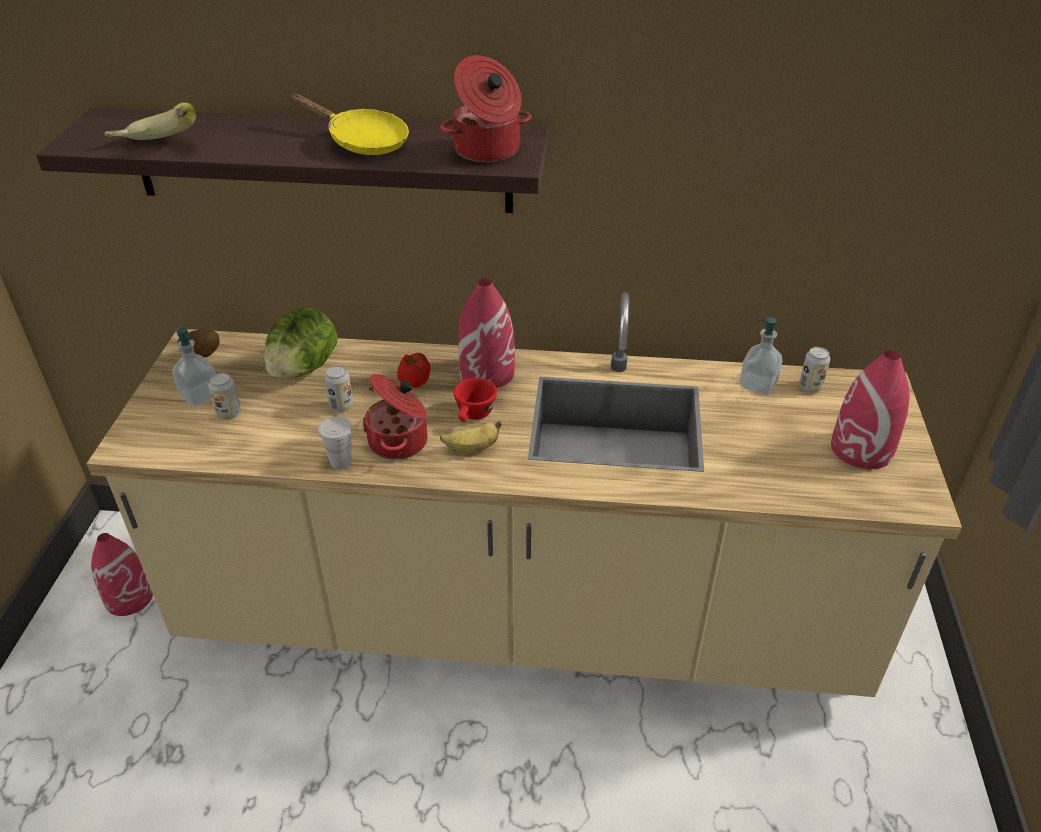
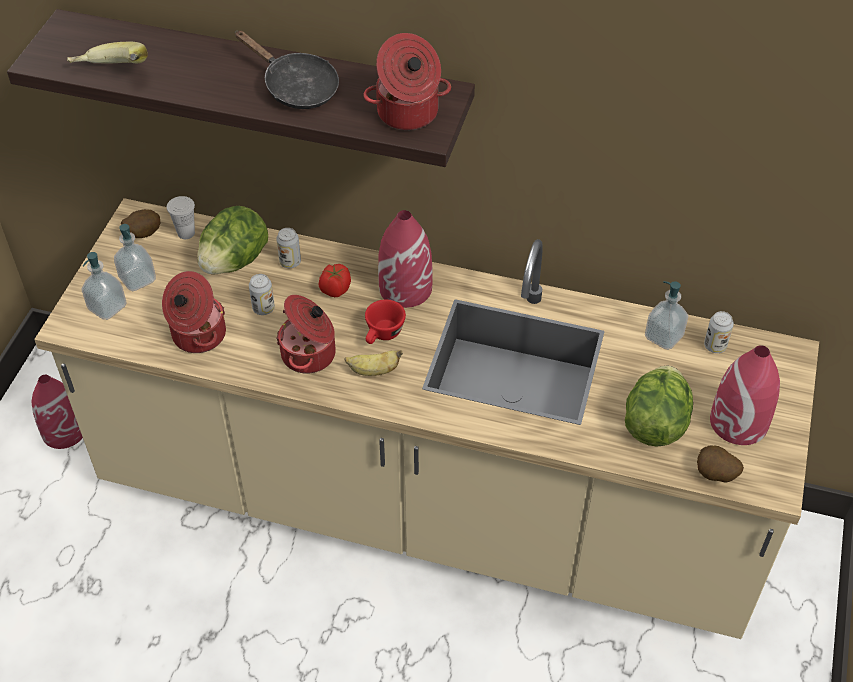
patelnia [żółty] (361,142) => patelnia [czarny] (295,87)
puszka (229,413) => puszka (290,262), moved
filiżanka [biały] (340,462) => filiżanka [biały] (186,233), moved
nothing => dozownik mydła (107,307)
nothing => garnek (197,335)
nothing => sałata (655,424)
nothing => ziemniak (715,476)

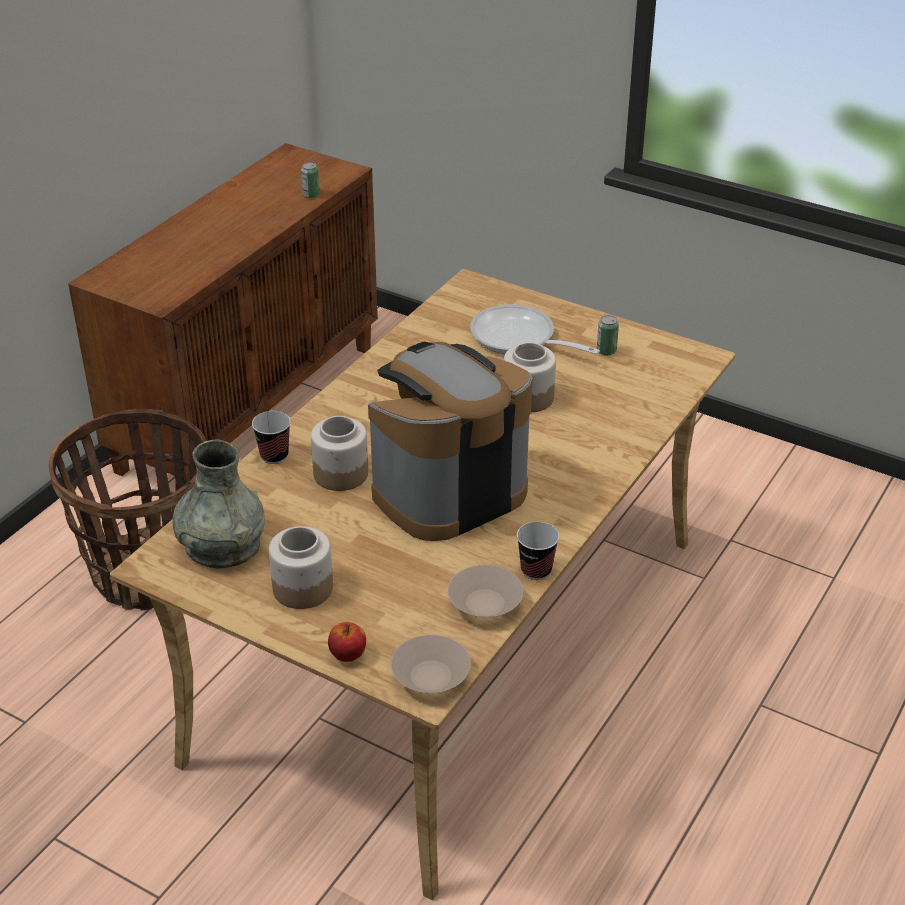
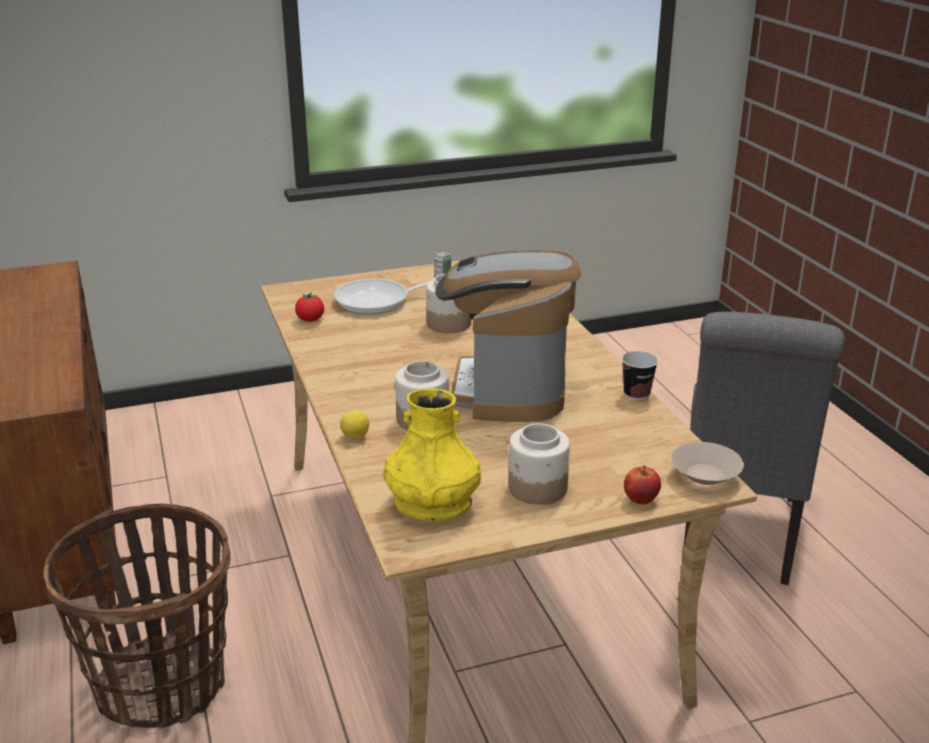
puszka (311,195) => nothing
filiżanka (274,456) => cytryna (355,436)
wazon [szary] (222,545) => wazon [żółty] (433,503)
miska [beżowy] (486,604) => nothing
nothing => pomidor (310,320)
nothing => krzesło [szary] (737,537)

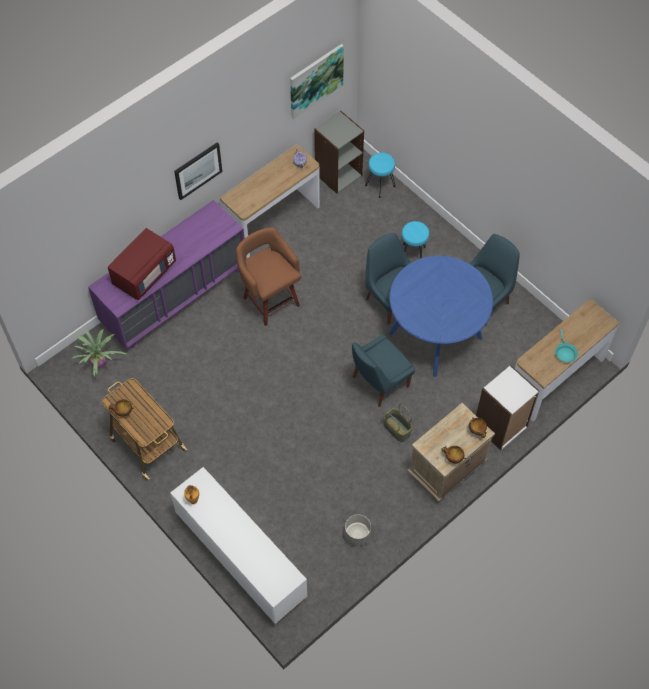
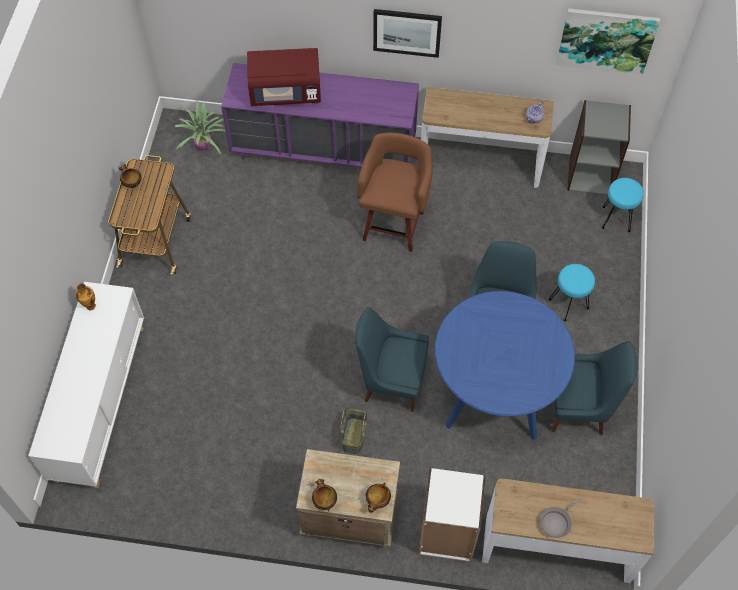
patelnia [turkusowy] (565,352) => patelnia [szary] (556,521)
donica [szary] (357,535) => nothing

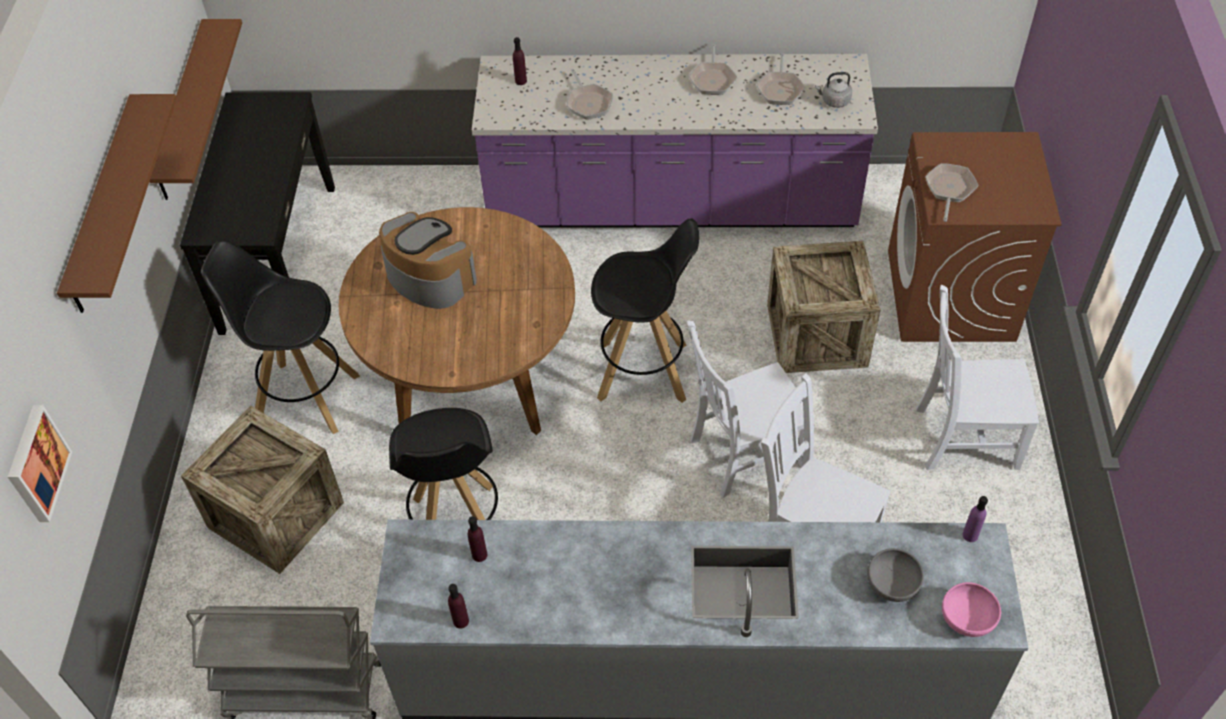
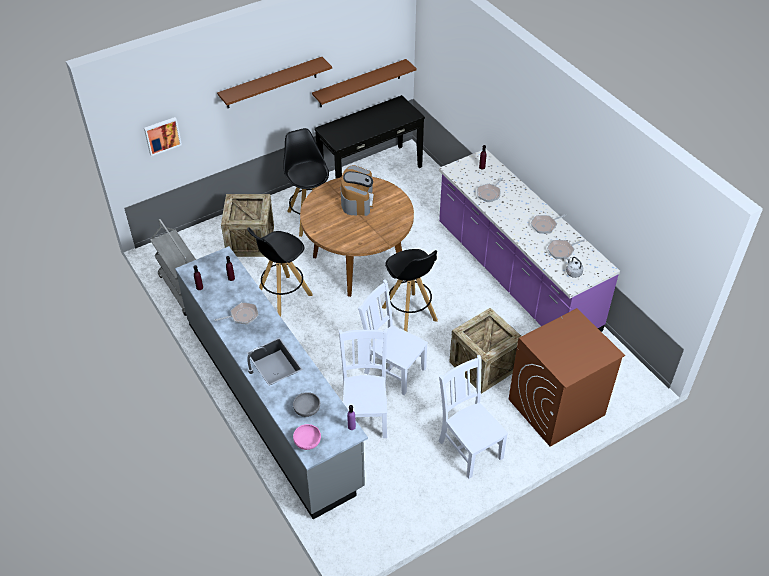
patelnia (949,190) => patelnia (242,316), moved

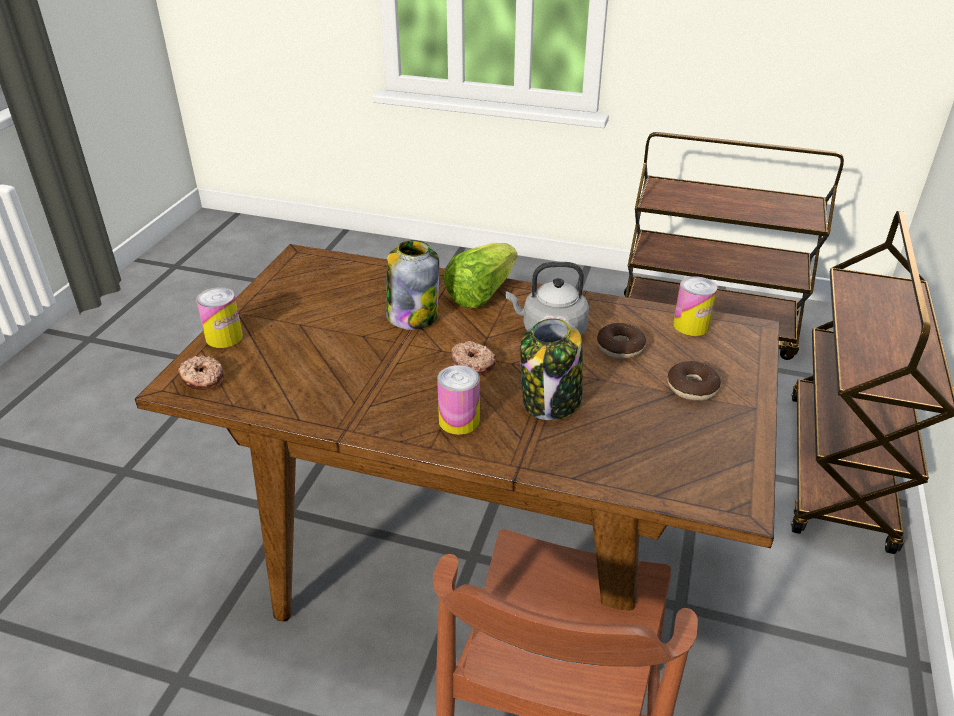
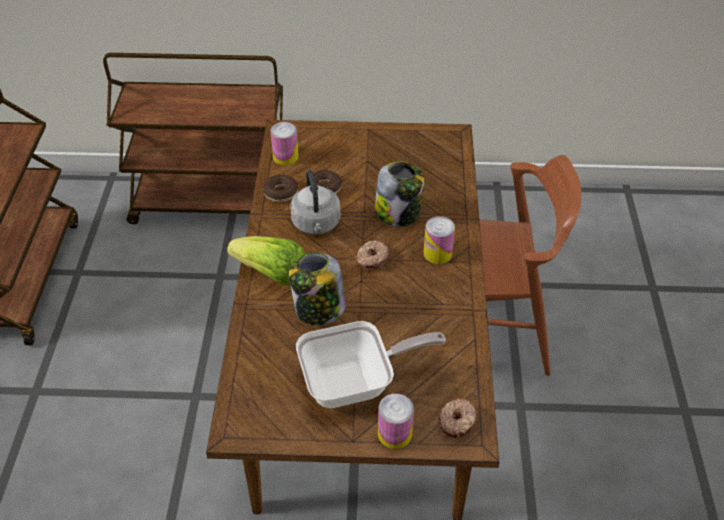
donut (692,387) => donut (281,193), moved
nothing => patelnia (356,383)

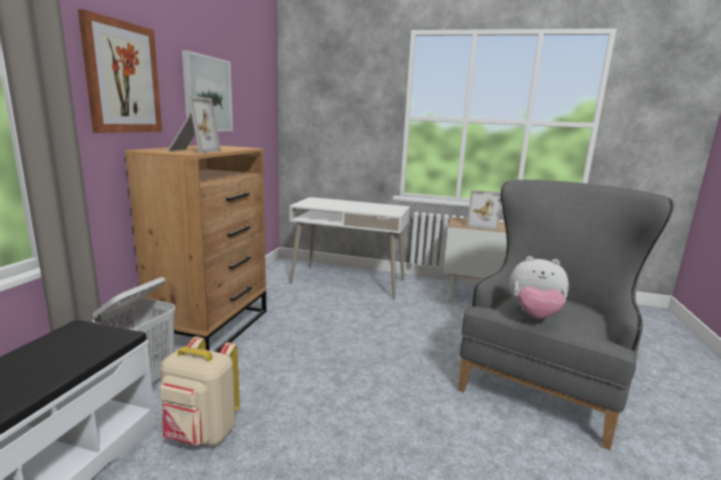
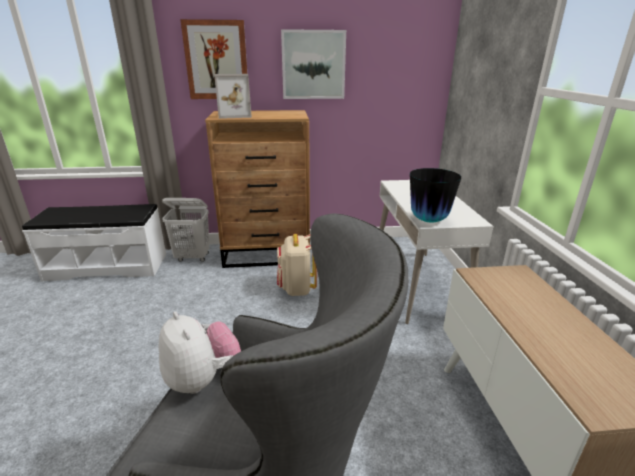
ramka na zdjęcie (482,226) => nothing
pluszak (534,315) => pluszak (202,378), 150 degrees clockwise
plecak [beżowy] (201,435) => plecak [beżowy] (296,289), moved
nothing => wazon (428,220)

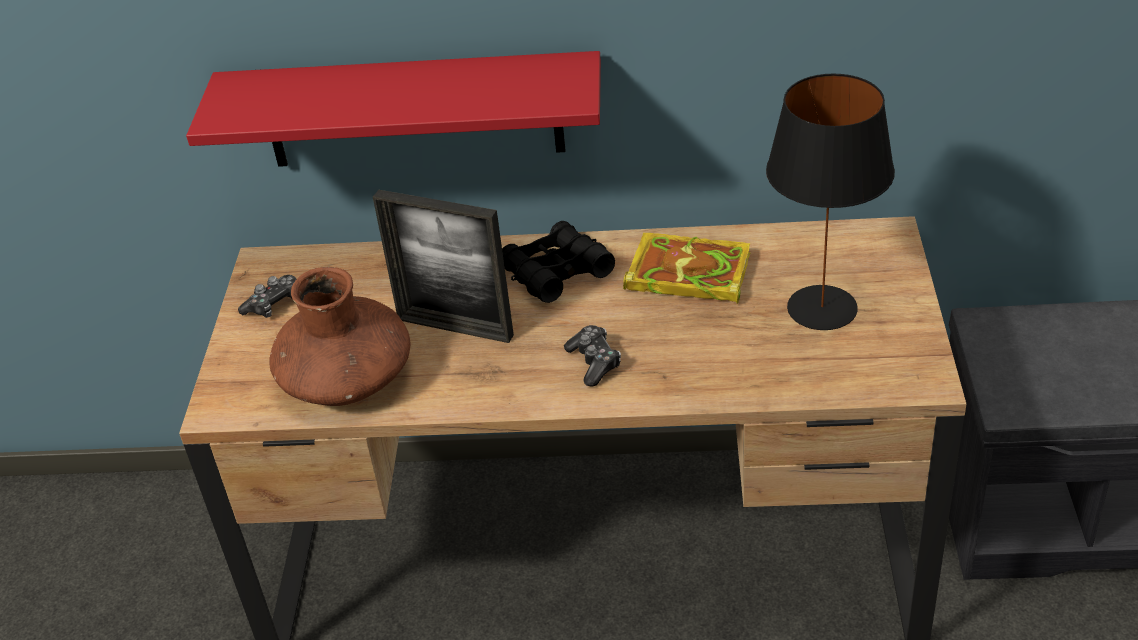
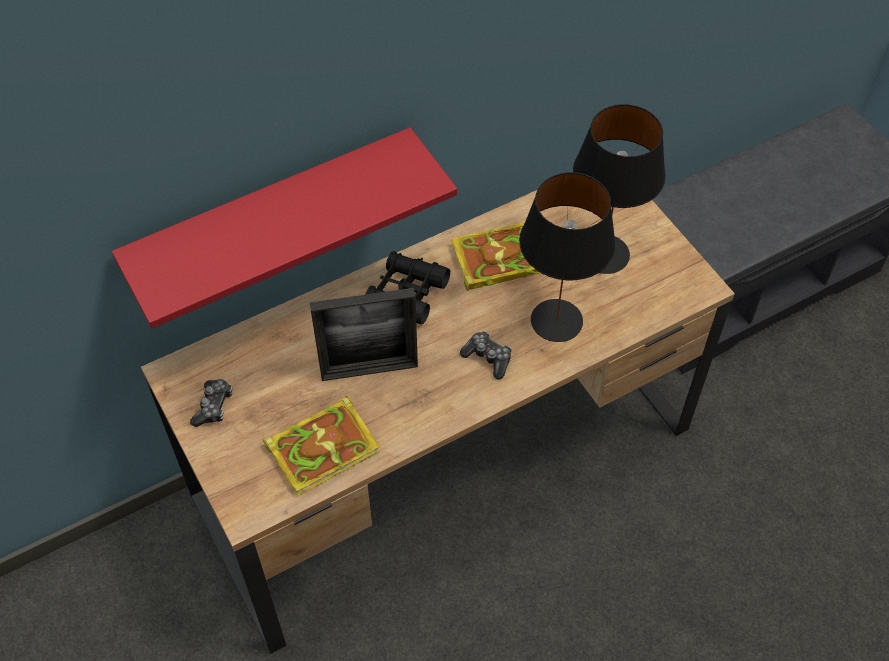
wazon [brązowy] (347,380) => książka (324,446)
nothing => lampa stołowa [czarny] (557,321)

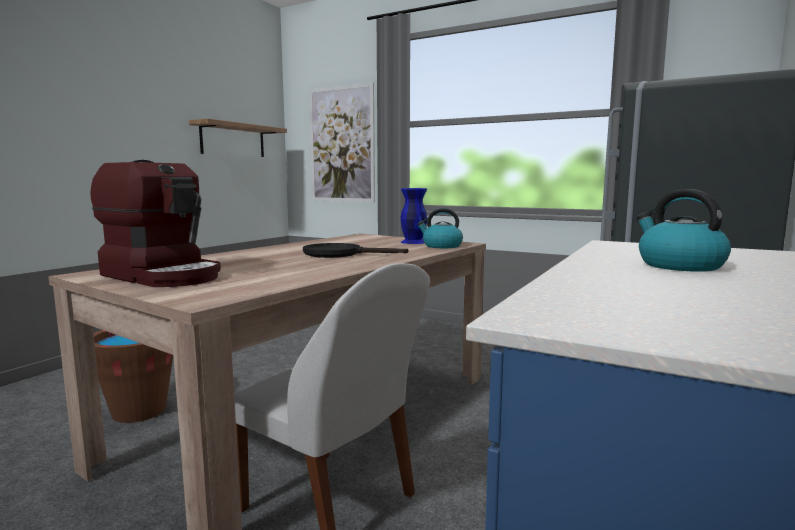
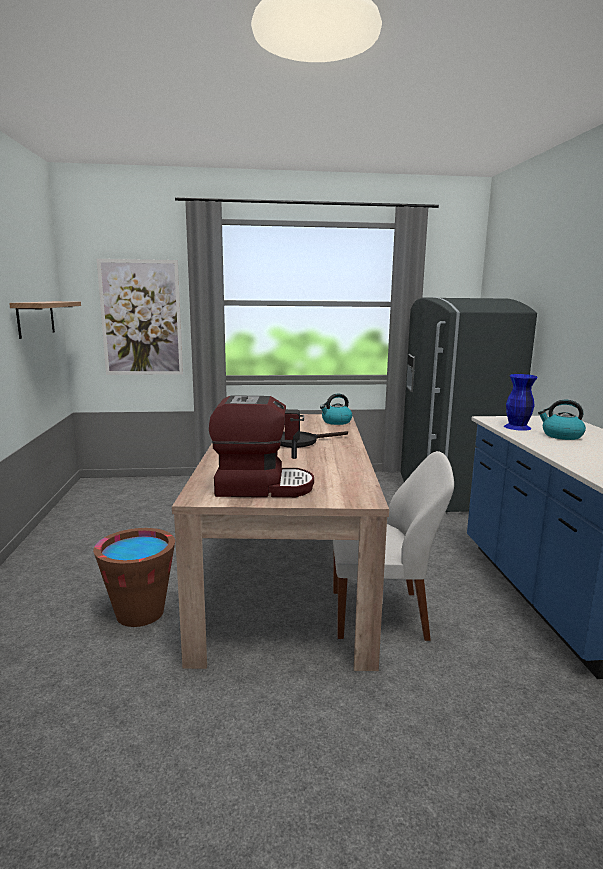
wazon [niebieski] (413,242) => wazon [niebieski] (517,427), moved

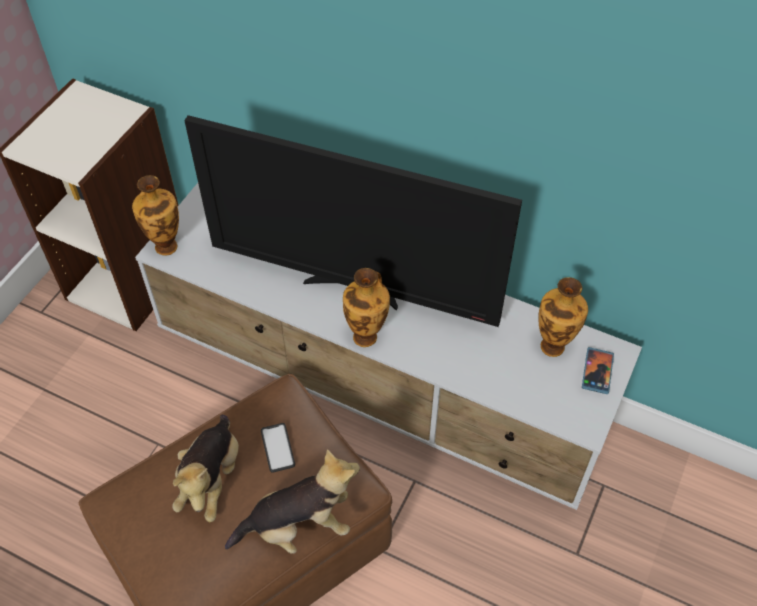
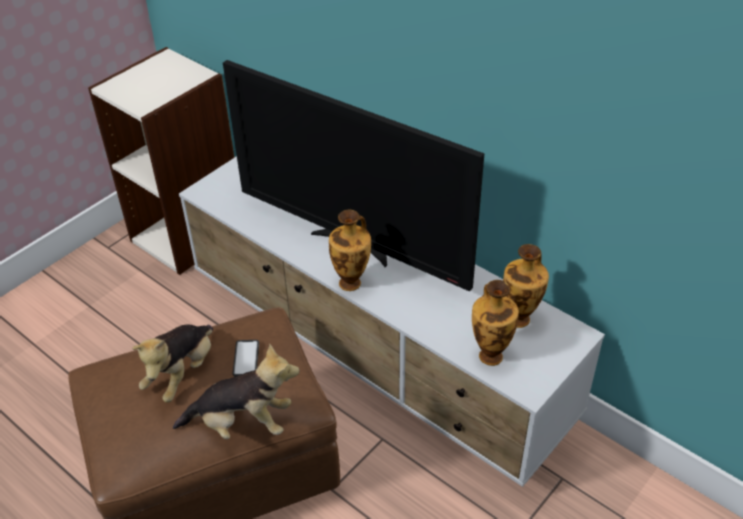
wazon (165,245) => wazon (490,355), moved
telefon (597,371) => nothing

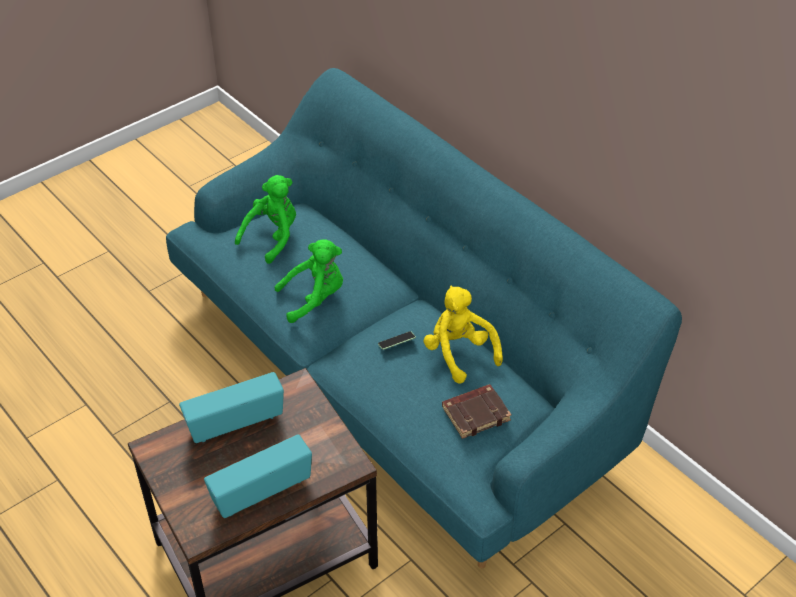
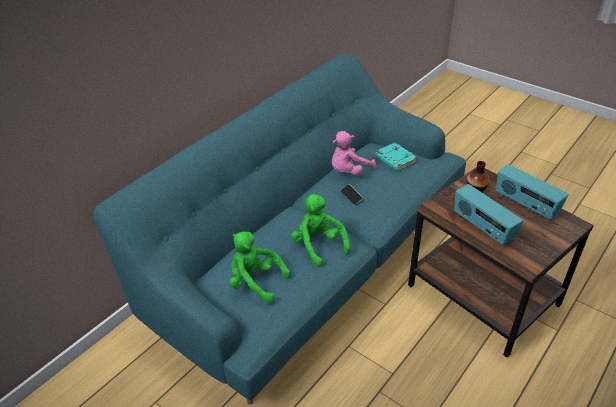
pluszak [żółty] (459,353) => pluszak [różowy] (349,171)
książka [brązowy] (476,413) => książka [turkusowy] (394,159)
nothing => wazon (476,187)

